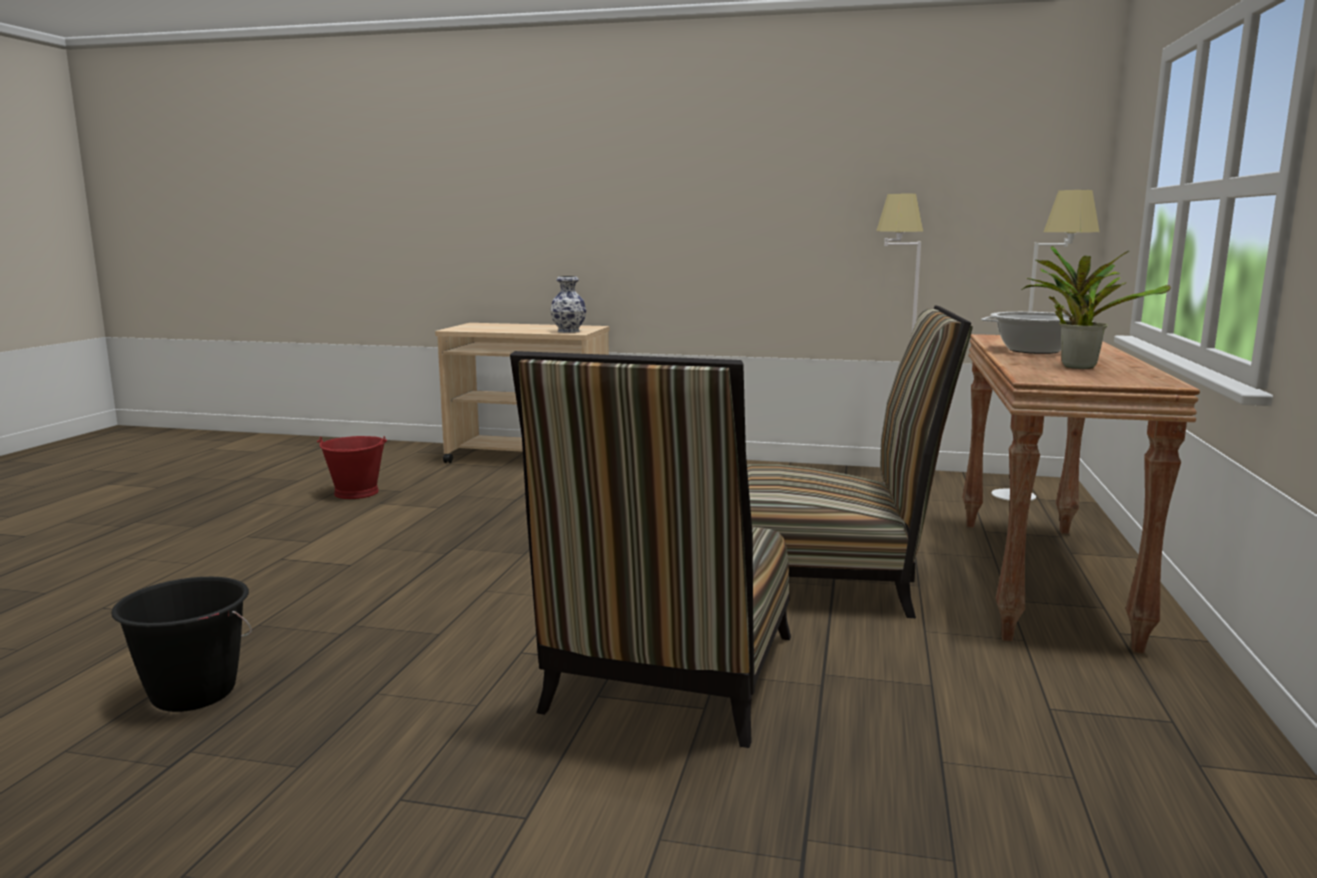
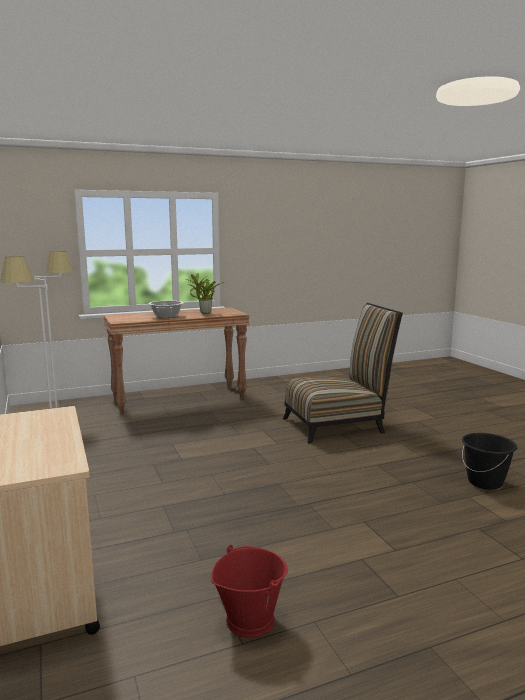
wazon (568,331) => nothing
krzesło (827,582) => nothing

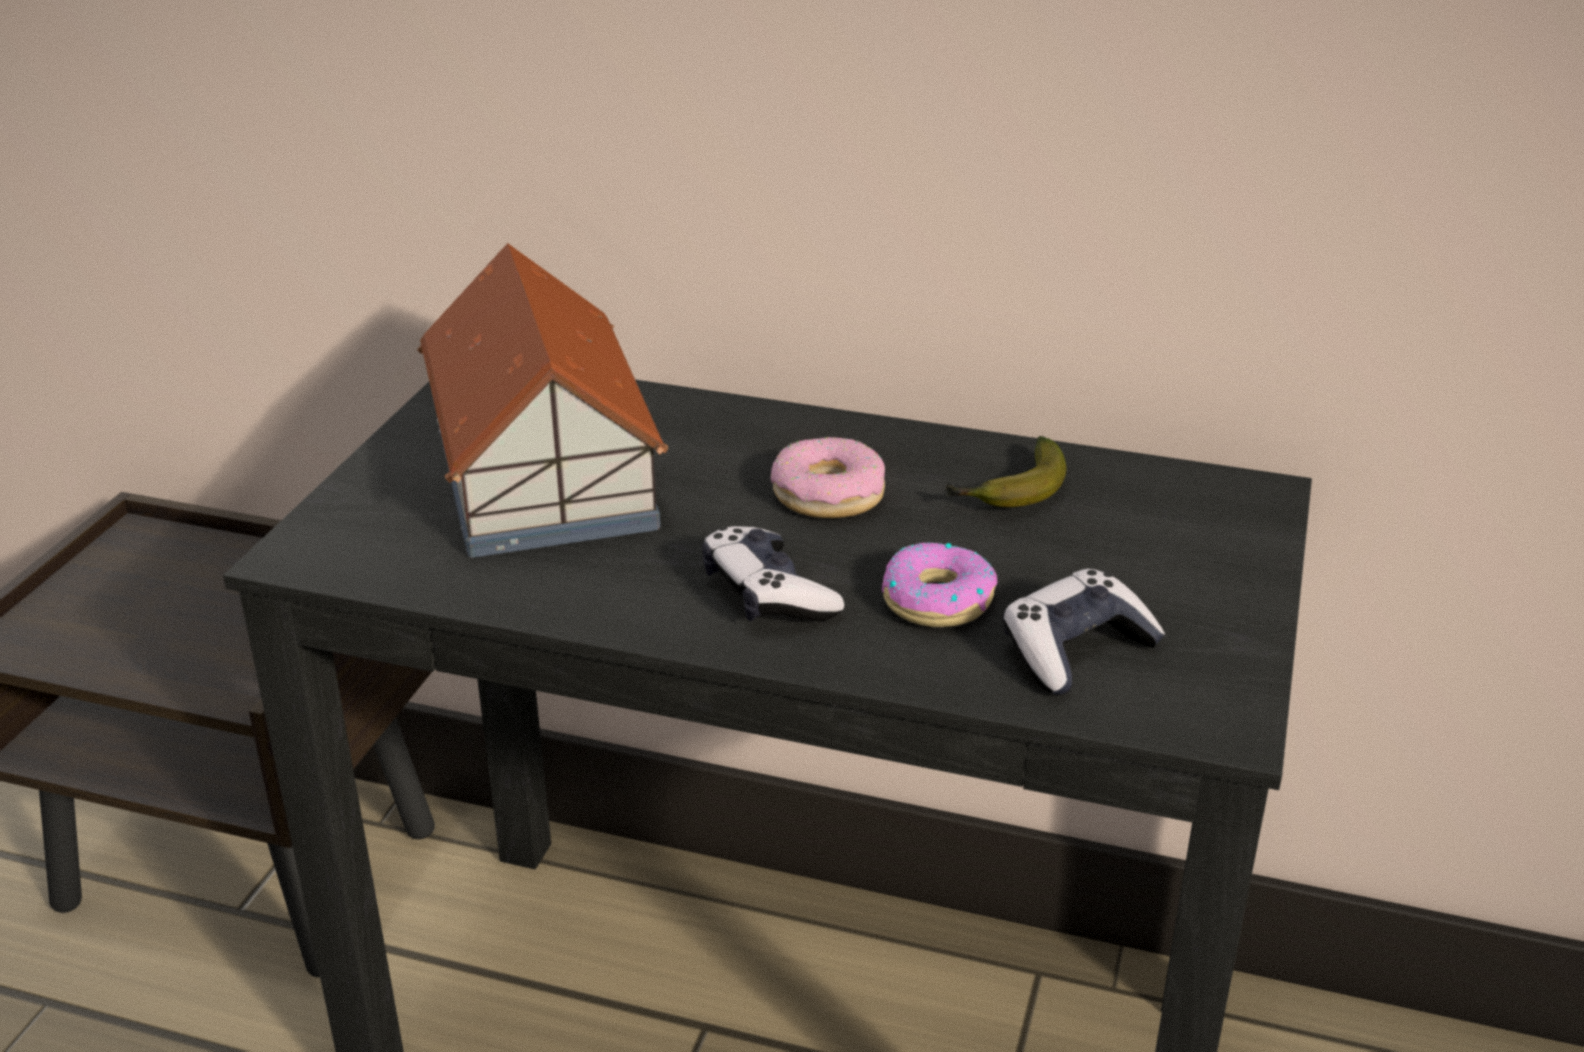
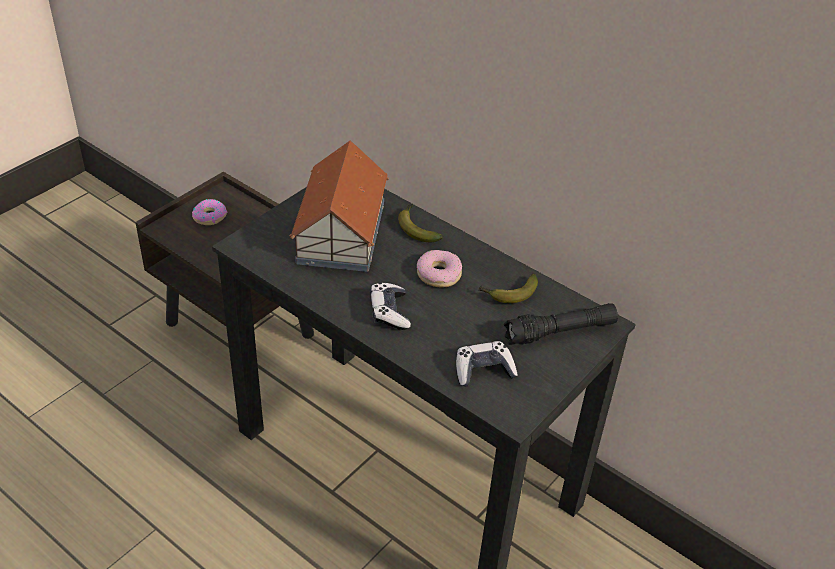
donut (936,600) => donut (209,216), moved
nothing => banan (416,228)
nothing => latarka [czarny] (560,332)

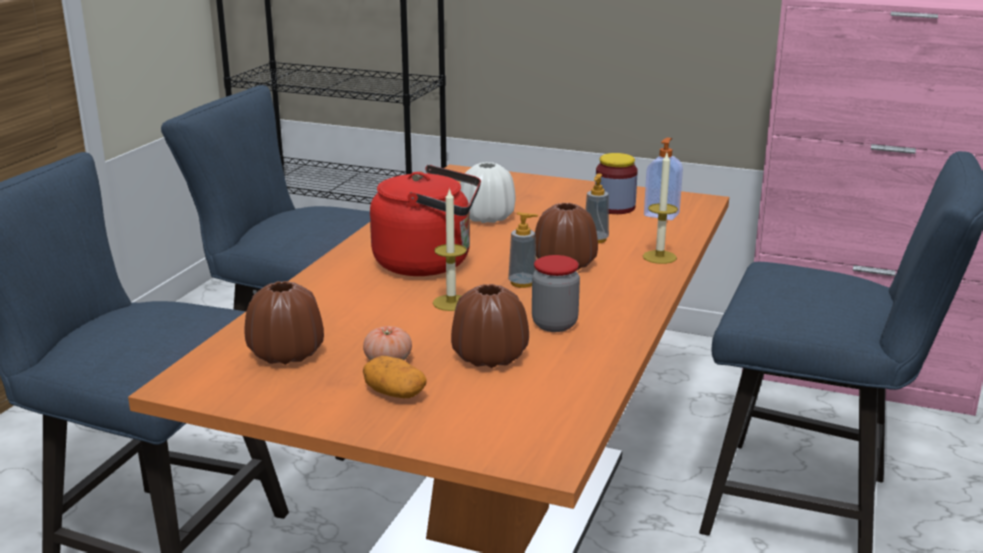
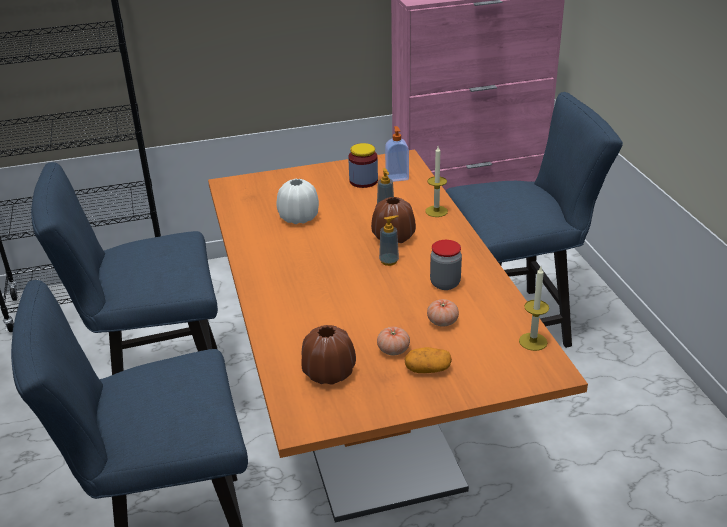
czajnik [czerwony] (429,263) => nothing
świeca (451,303) => świeca (533,341), moved
wazon [brązowy] (489,357) => pomidor (442,321)

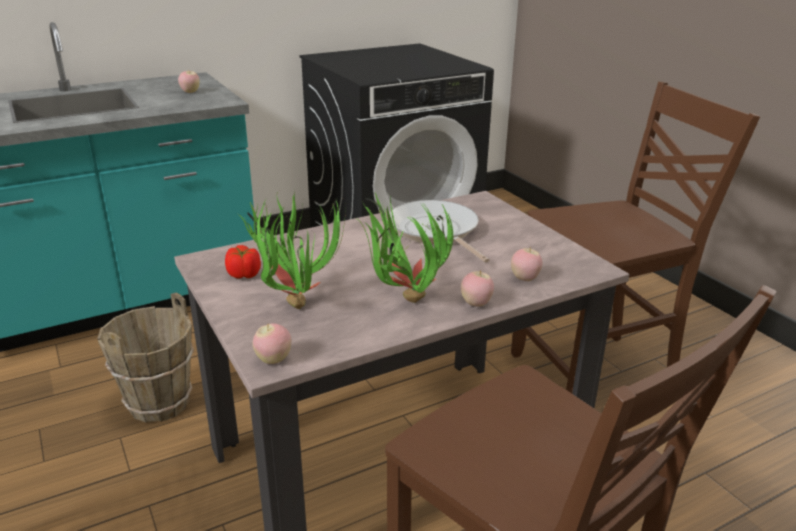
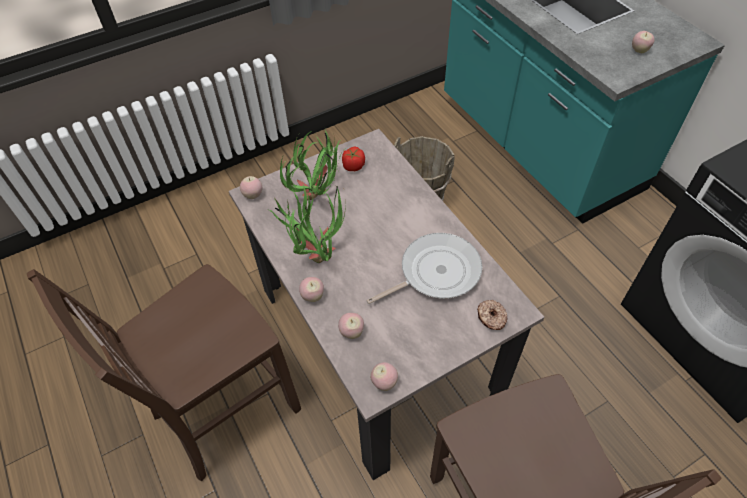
nothing => donut (491,318)
nothing => jabłko (384,383)

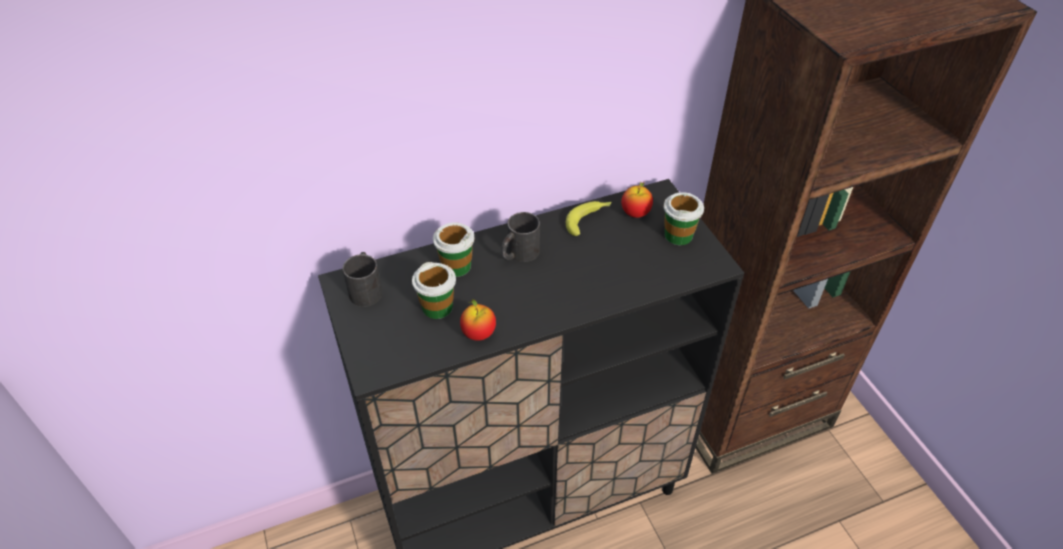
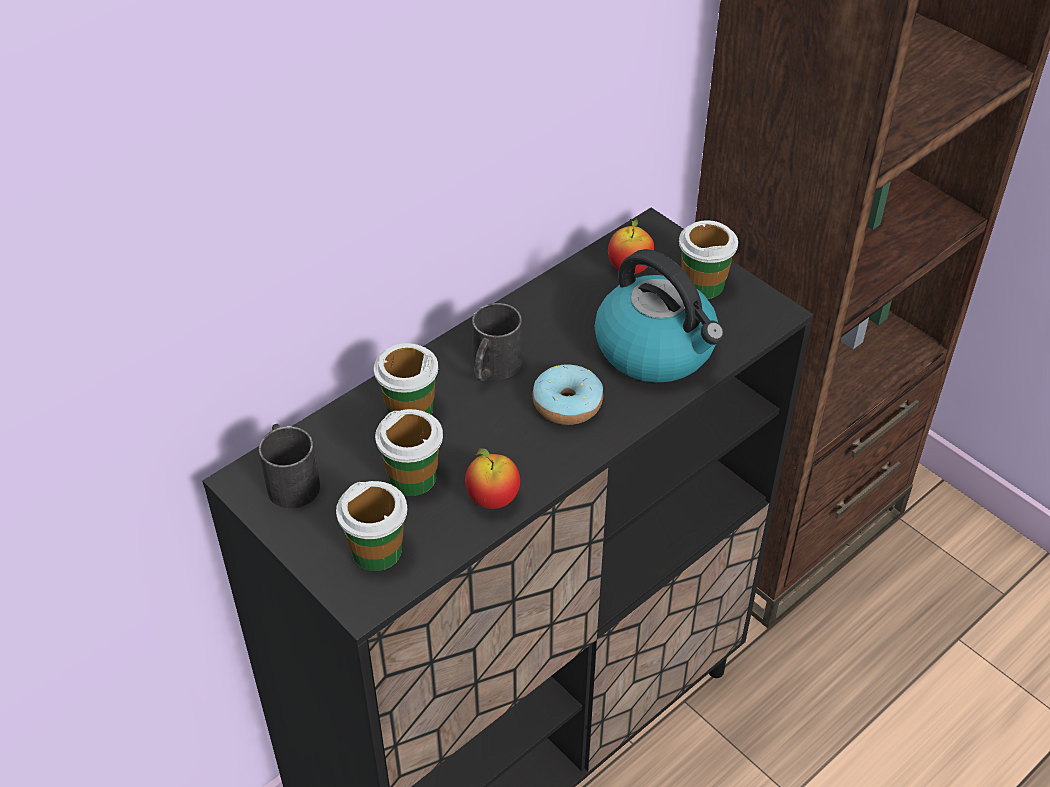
banan (589,220) => nothing
nothing => czajnik (657,349)
nothing => donut (567,404)
nothing => filiżanka (377,551)

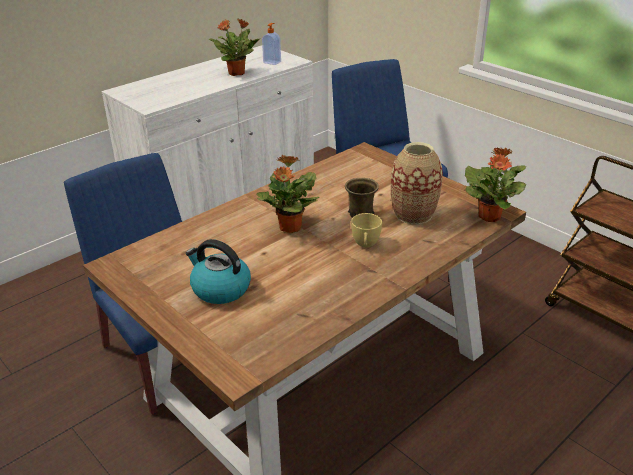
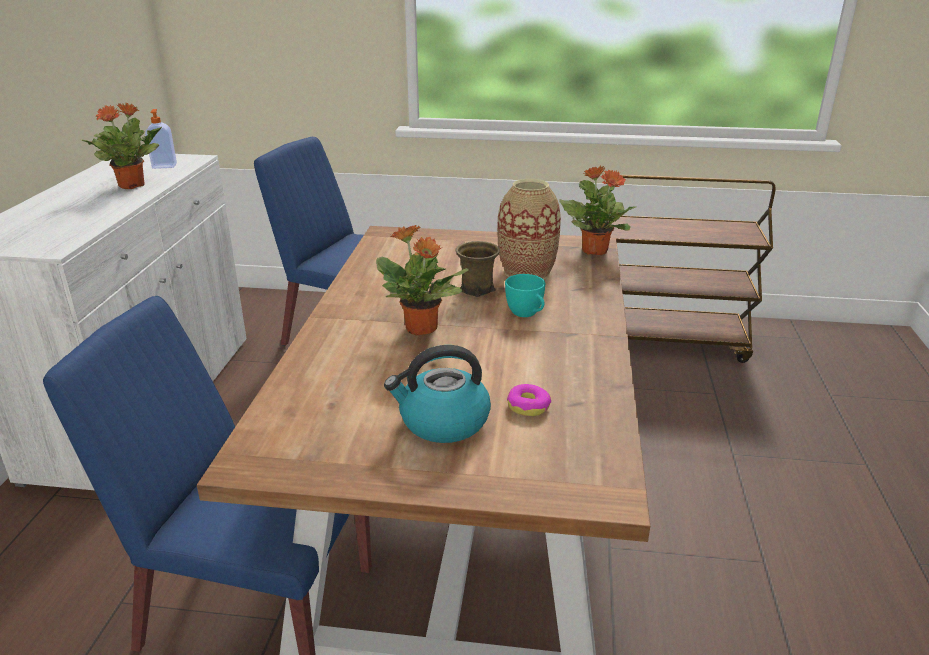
filiżanka [żółty] (365,245) => filiżanka [turkusowy] (527,314)
nothing => donut (528,406)

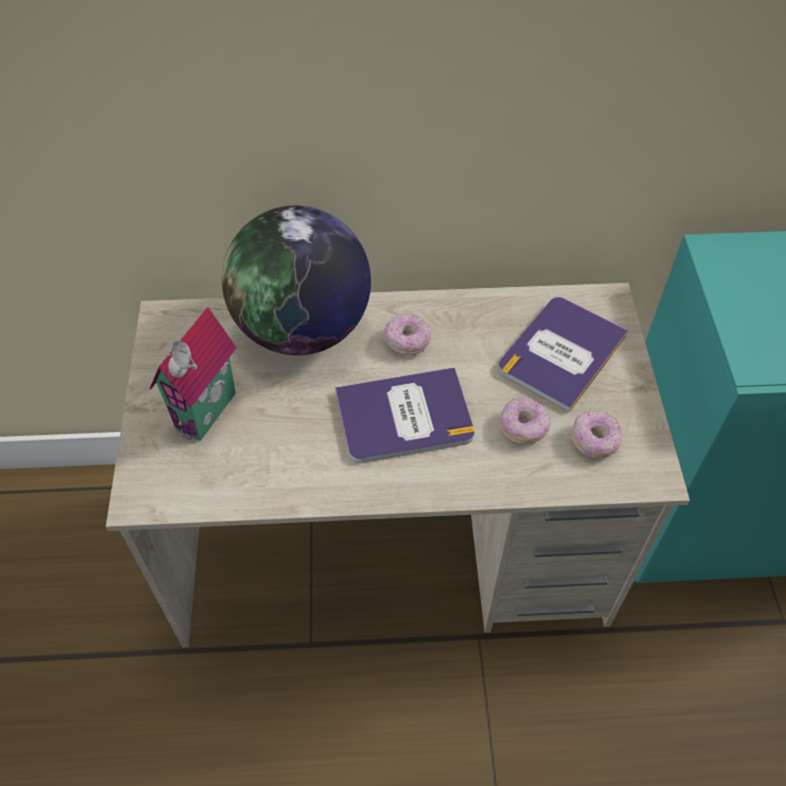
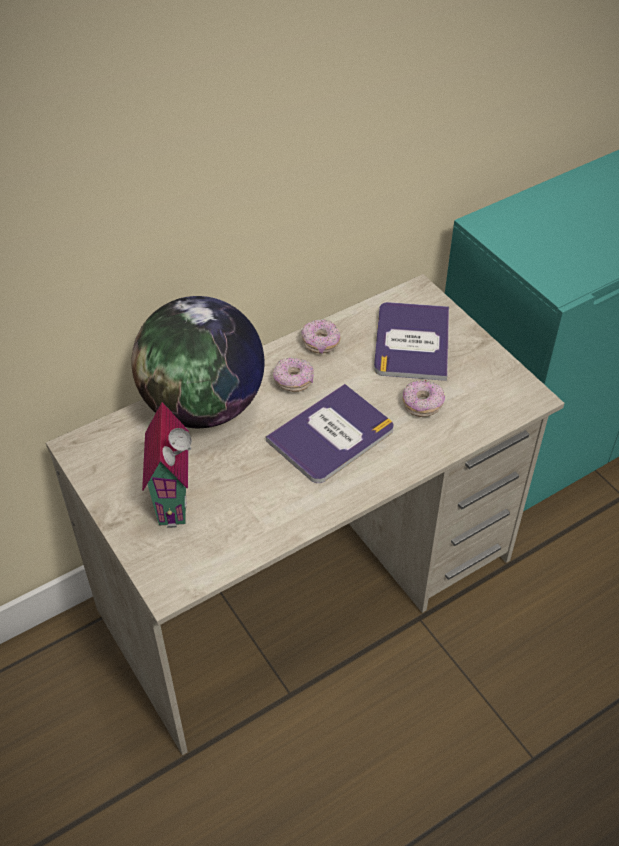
donut (594,441) => donut (321,343), moved

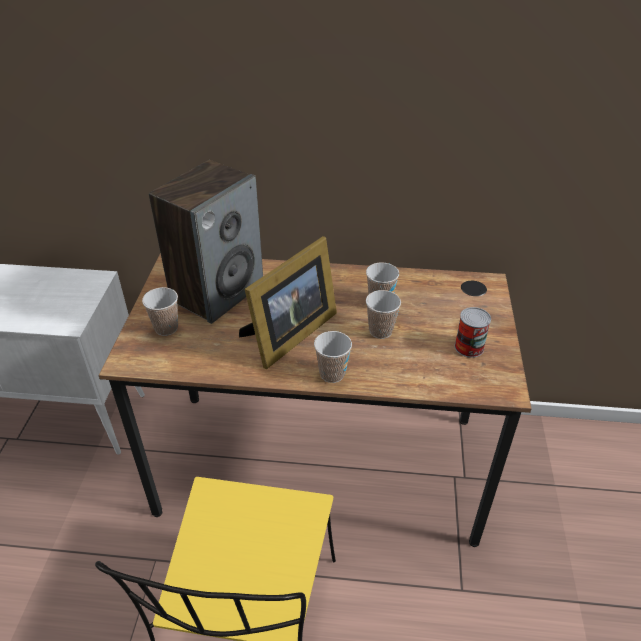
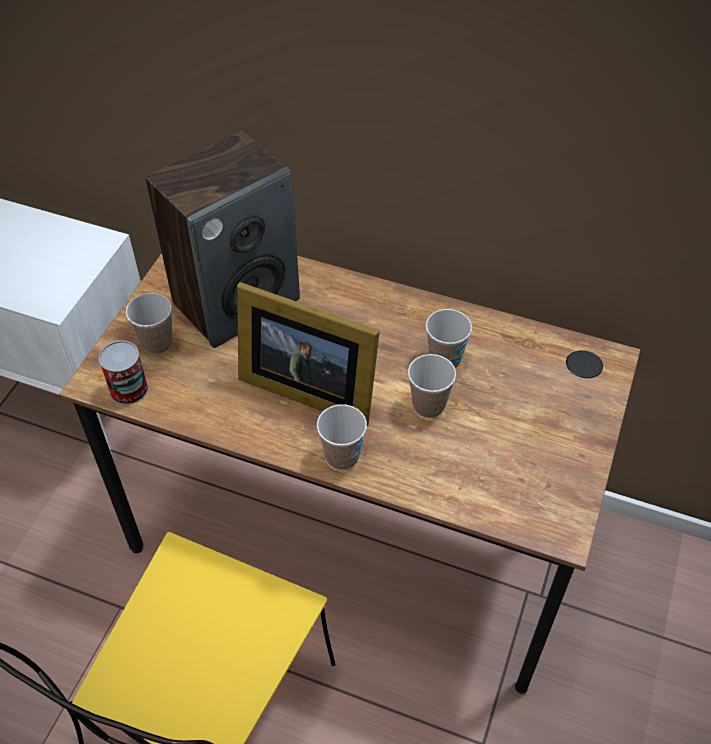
ramka na zdjęcie (288,335) => ramka na zdjęcie (306,386), 60 degrees clockwise
puszka (469,347) => puszka (129,389), moved

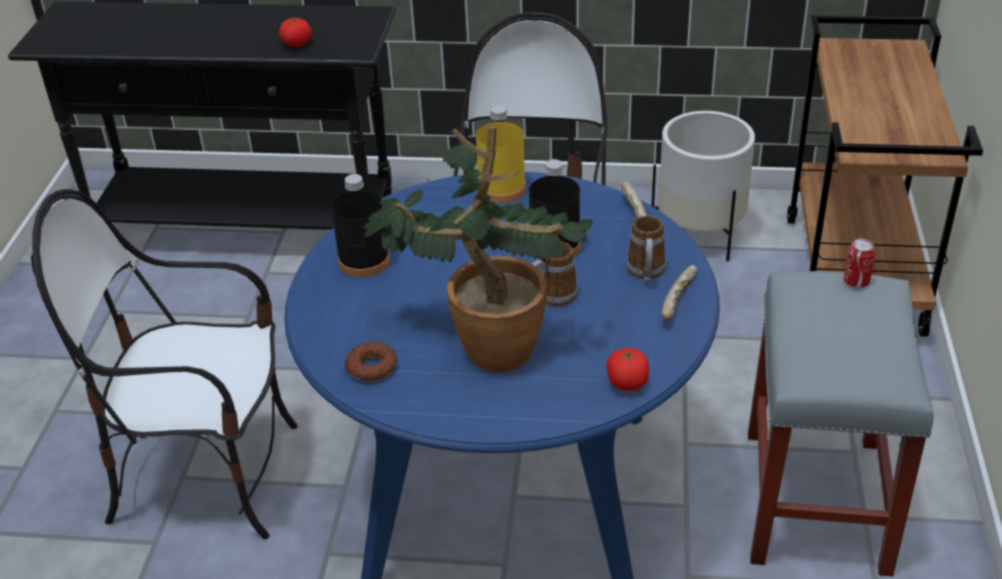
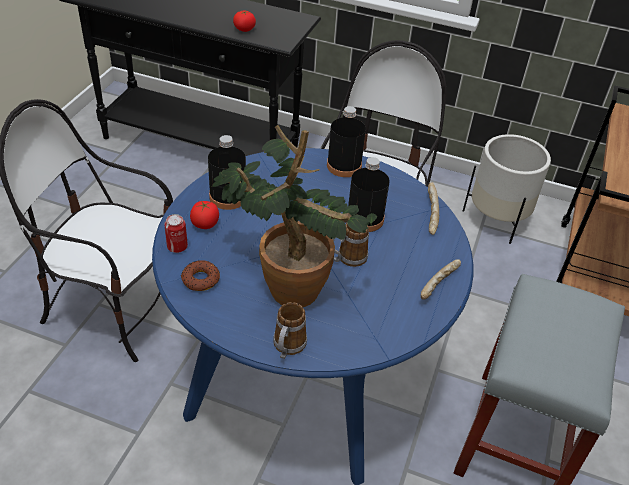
butelka [żółty] (501,189) => butelka [czarny] (344,166)
kubek (646,273) => kubek (287,348), moved
puszka (856,282) => puszka (177,247), moved
pomidor (627,383) => pomidor (205,224), moved

